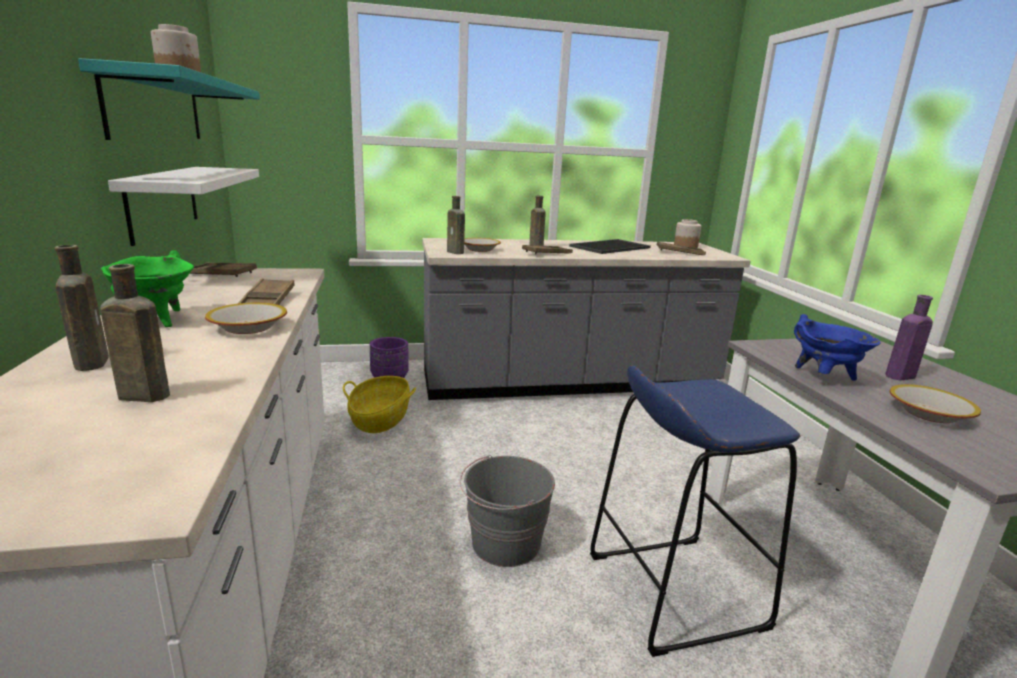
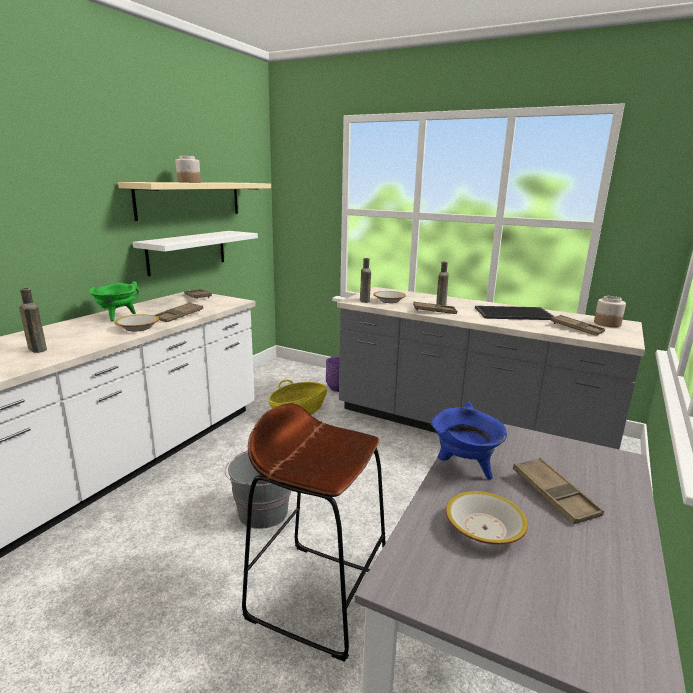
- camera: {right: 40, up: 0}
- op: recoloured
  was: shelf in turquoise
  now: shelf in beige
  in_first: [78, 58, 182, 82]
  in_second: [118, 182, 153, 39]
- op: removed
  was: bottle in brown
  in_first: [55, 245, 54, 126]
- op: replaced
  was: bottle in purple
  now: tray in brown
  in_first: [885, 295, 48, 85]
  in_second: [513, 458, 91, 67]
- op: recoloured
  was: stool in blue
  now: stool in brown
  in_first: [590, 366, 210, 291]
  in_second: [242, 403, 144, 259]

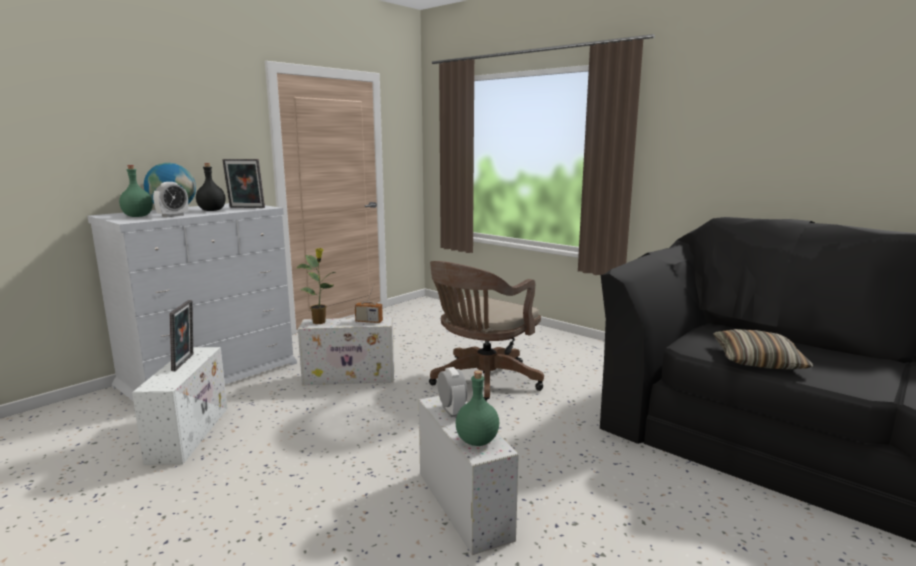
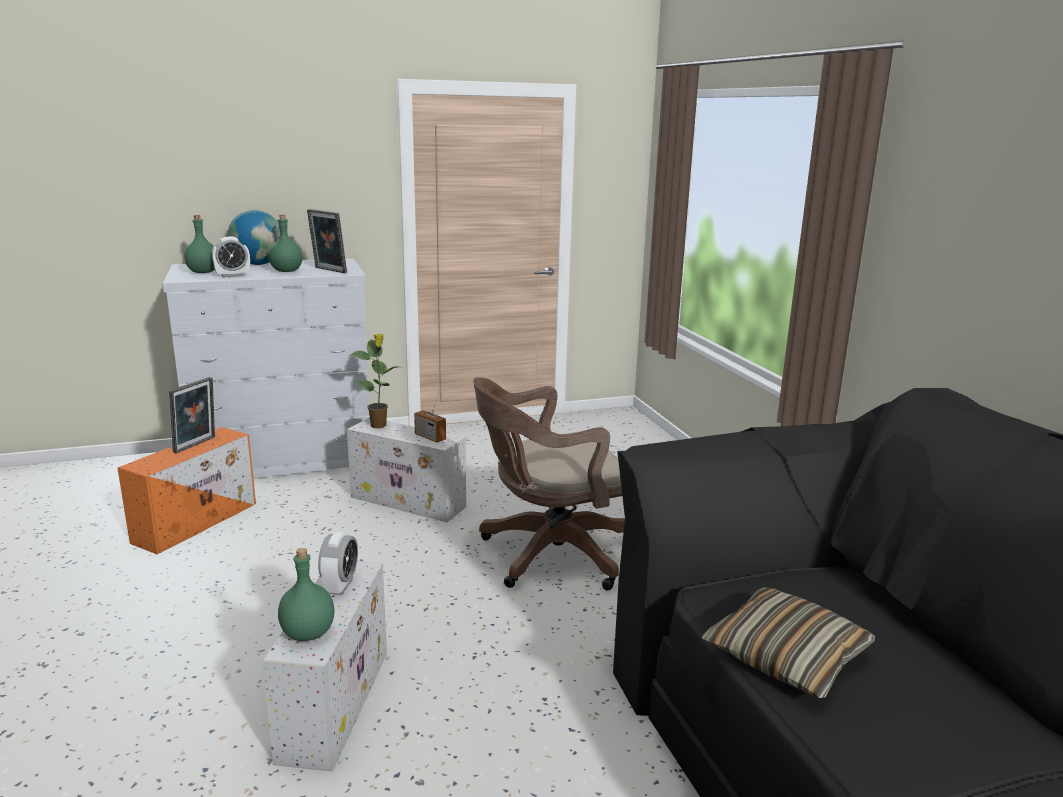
- camera: {right: 30, up: 5}
- op: recoloured
  was: bottle in black
  now: bottle in green
  in_first: [196, 163, 30, 48]
  in_second: [269, 215, 33, 57]
- op: recoloured
  was: storage box in white
  now: storage box in orange
  in_first: [132, 347, 96, 118]
  in_second: [118, 427, 138, 128]

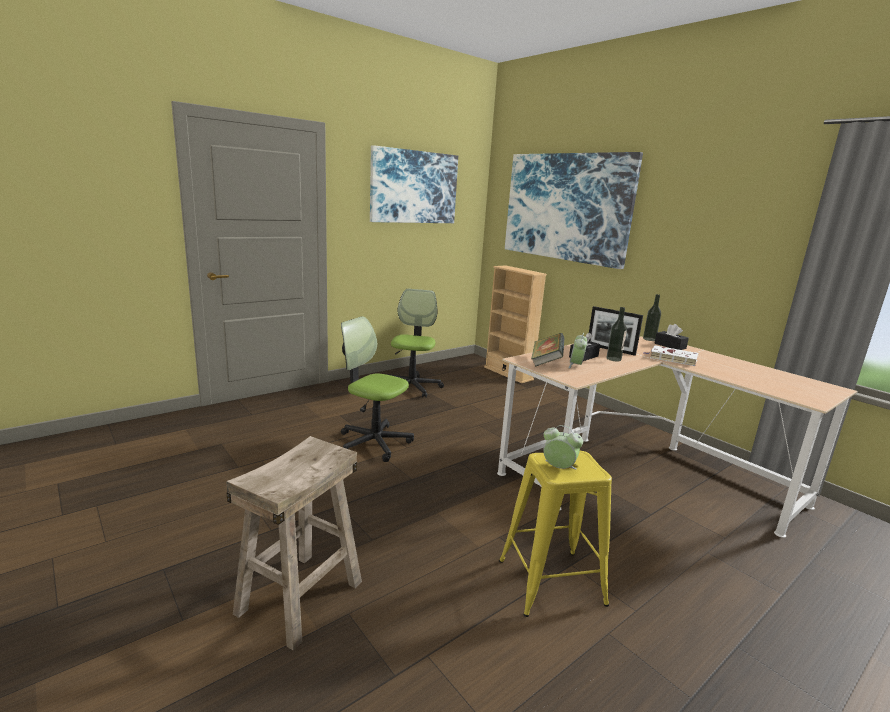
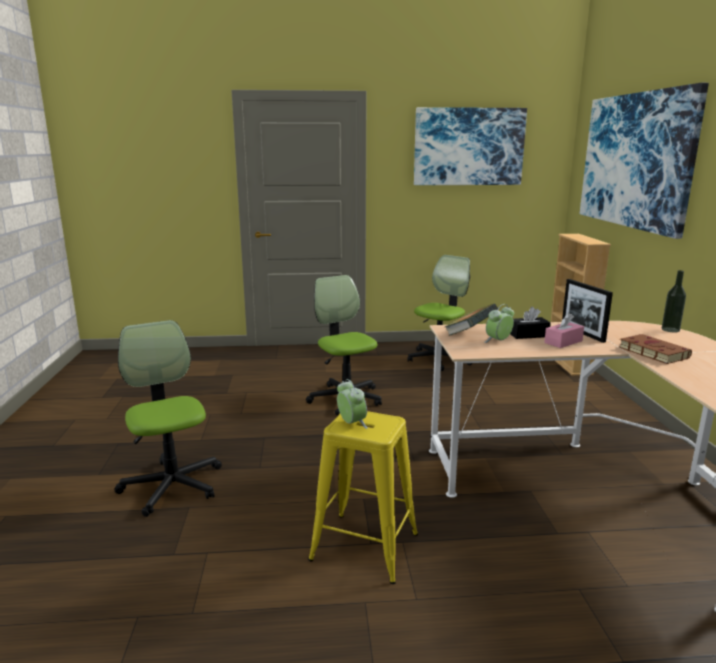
- camera: {right: 35, up: 0}
- op: replaced
  was: bottle
  now: tissue box in pink
  in_first: [607, 307, 20, 54]
  in_second: [544, 313, 40, 35]
- op: removed
  was: tissue box in black
  in_first: [655, 324, 34, 26]
- op: recoloured
  was: book in white
  now: book in brown
  in_first: [644, 345, 54, 21]
  in_second: [619, 334, 73, 30]
- op: replaced
  was: stool in beige
  now: office chair
  in_first: [226, 436, 136, 215]
  in_second: [115, 320, 107, 197]

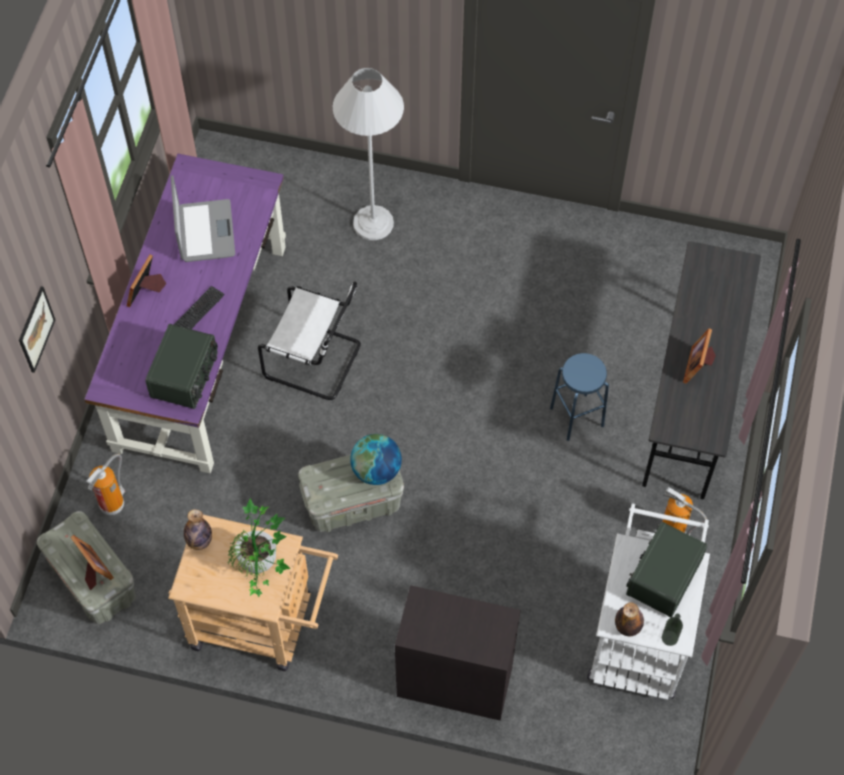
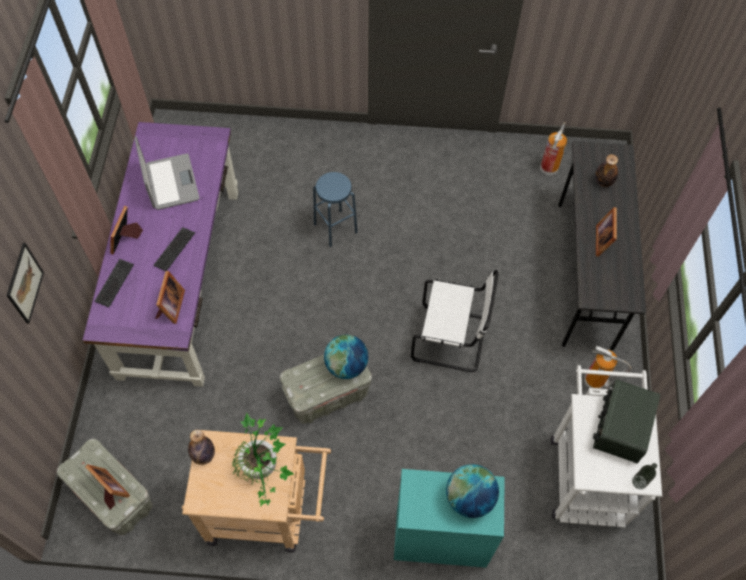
- camera: {right: -10, up: 0}
- op: removed
  was: floor lamp in white
  in_first: [333, 68, 71, 172]
- op: moved
  was: chair in white
  in_first: [258, 282, 103, 118]
  in_second: [411, 270, 88, 102]
- op: replaced
  was: radio
  now: picture frame
  in_first: [145, 324, 73, 85]
  in_second: [155, 271, 30, 53]
- op: moved
  was: stool in blue
  in_first: [550, 353, 59, 88]
  in_second: [313, 172, 45, 75]
- op: moved
  was: fire extinguisher
  in_first: [86, 453, 39, 62]
  in_second: [540, 122, 28, 54]
- op: recoloured
  was: cabinet in black
  now: cabinet in turquoise
  in_first: [395, 585, 126, 136]
  in_second: [394, 469, 111, 99]
- op: moved
  was: bottle
  in_first: [615, 602, 29, 34]
  in_second: [595, 154, 23, 33]
- op: added
  now: keyboard
  in_second: [94, 259, 40, 48]
- op: added
  now: globe
  in_second: [446, 464, 53, 54]

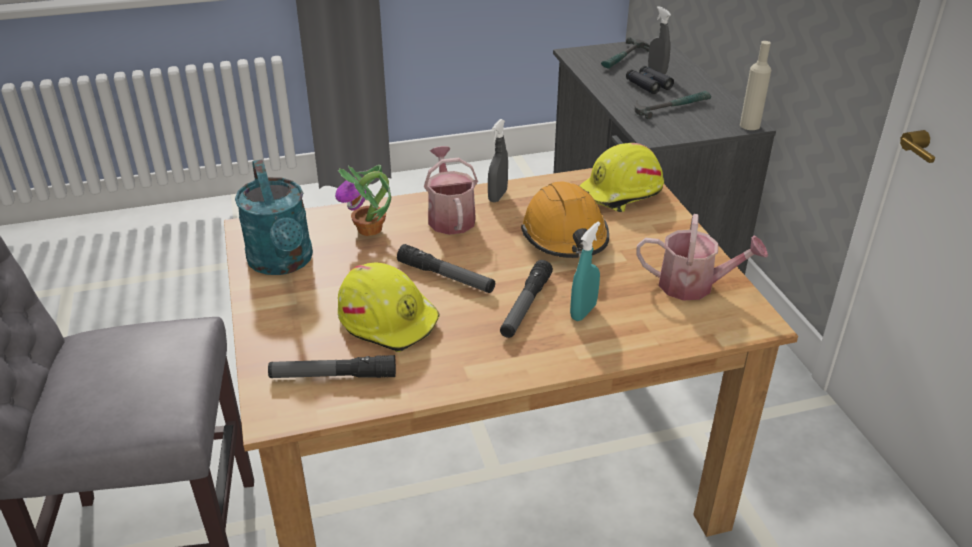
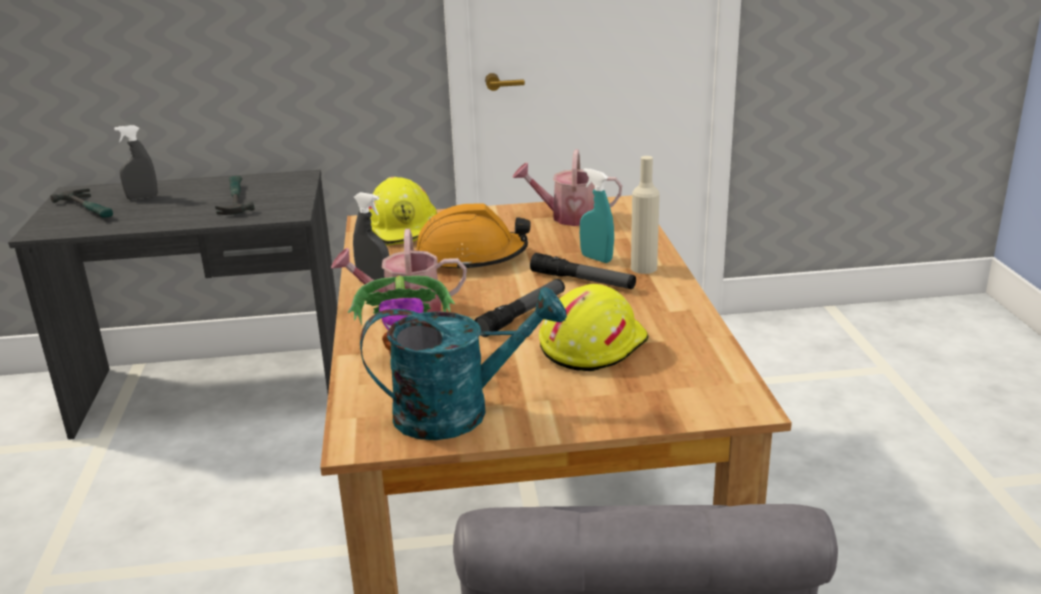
- camera: {right: -80, up: -10}
- op: moved
  was: bottle in beige
  in_first: [740, 41, 31, 89]
  in_second: [631, 156, 29, 118]
- op: removed
  was: binoculars in black
  in_first: [626, 66, 48, 28]
- op: turned
  was: watering can
  in_first: [636, 214, 132, 87]
  in_second: [512, 150, 110, 76]
  clockwise: -105
- op: removed
  was: flashlight
  in_first: [268, 355, 128, 23]

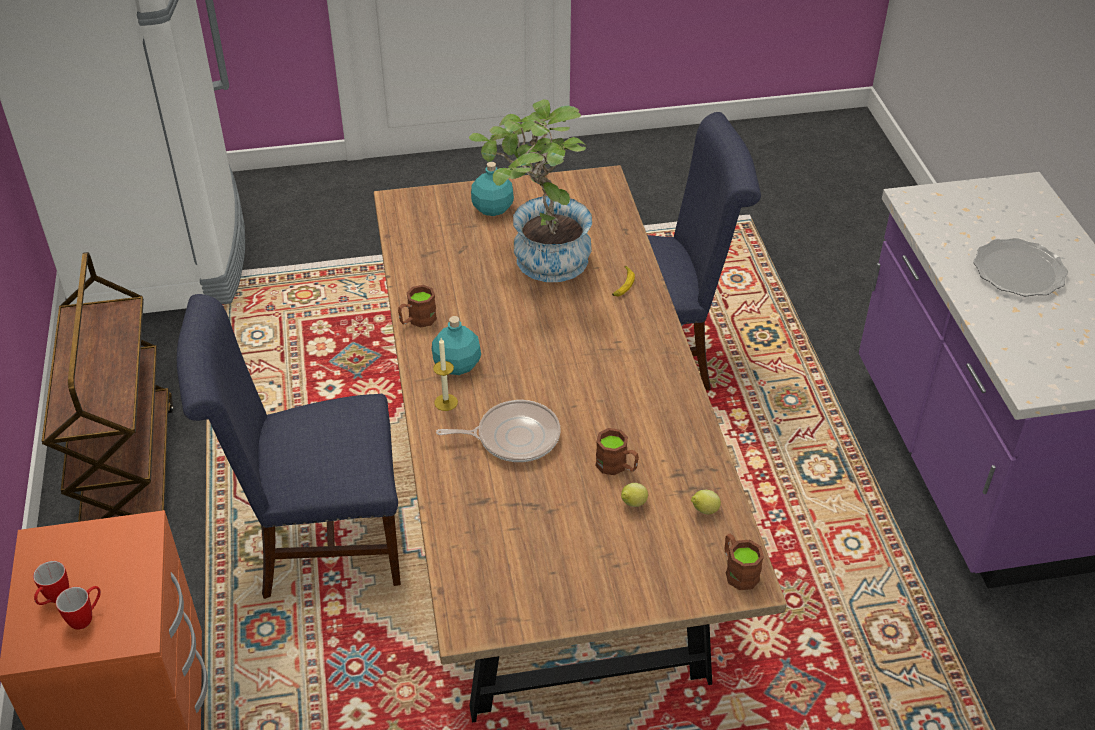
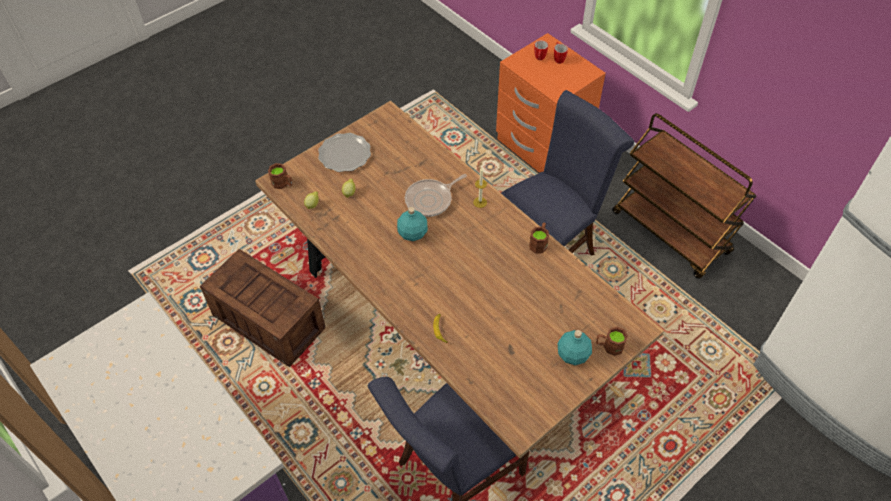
- camera: {right: 150, up: 10}
- op: removed
  was: potted plant
  in_first: [469, 99, 123, 183]
- op: moved
  was: plate
  in_first: [973, 238, 95, 59]
  in_second: [318, 133, 53, 39]
- op: moved
  was: bottle in turquoise
  in_first: [432, 316, 49, 59]
  in_second: [397, 207, 31, 34]
- op: moved
  was: mug in brown
  in_first: [595, 428, 44, 47]
  in_second: [596, 327, 32, 29]
- op: added
  now: crate
  in_second: [200, 249, 126, 118]

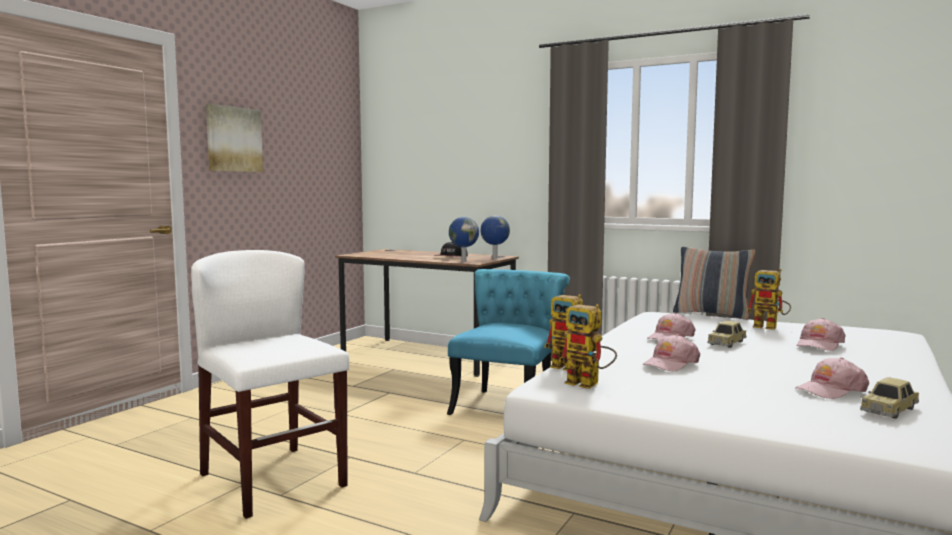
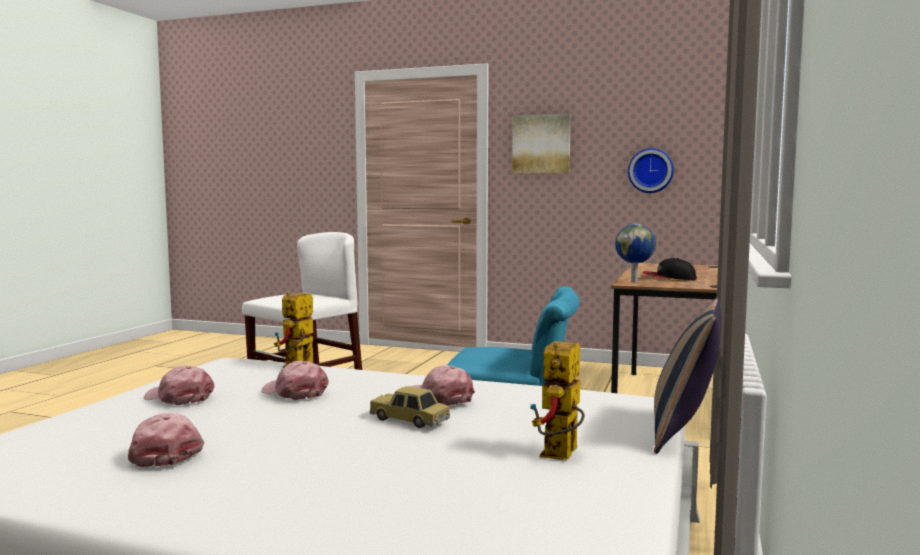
- camera: {right: 80, up: 0}
- op: removed
  was: globe
  in_first: [480, 216, 30, 43]
- op: removed
  was: toy robot
  in_first: [559, 304, 58, 85]
- op: moved
  was: cap in pink
  in_first: [797, 318, 48, 33]
  in_second: [144, 365, 71, 40]
- op: removed
  was: toy car
  in_first: [860, 377, 59, 42]
- op: added
  now: wall clock
  in_second: [628, 148, 46, 45]

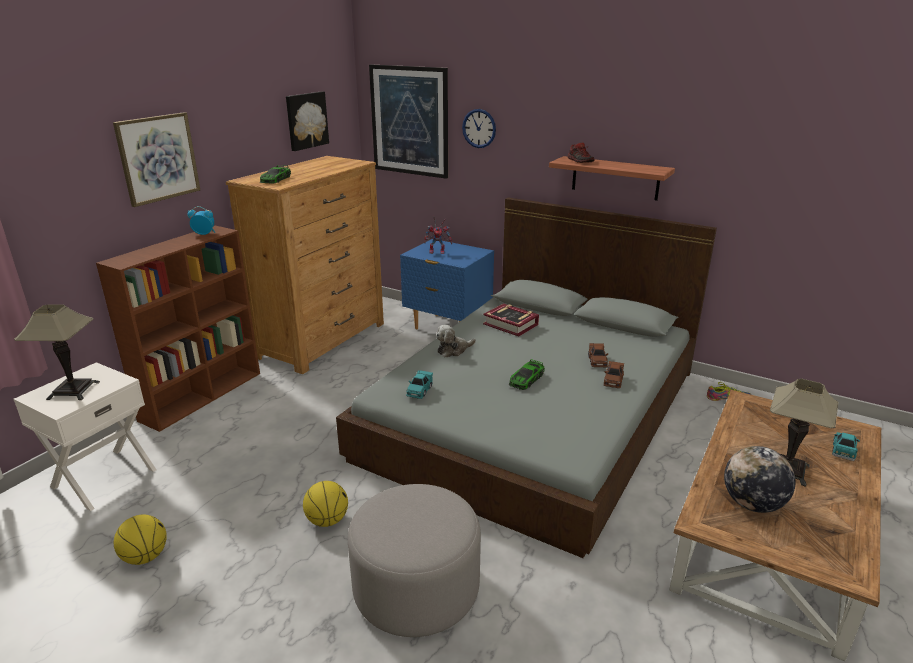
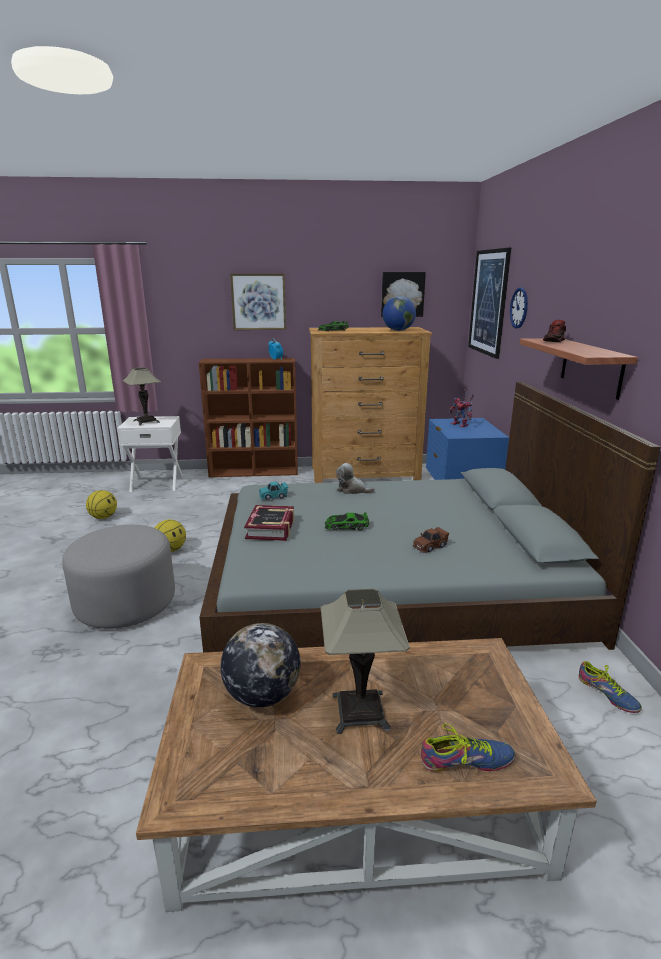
- camera: {right: 55, up: -5}
- op: moved
  was: book
  in_first: [483, 303, 56, 34]
  in_second: [244, 505, 50, 36]
- op: removed
  was: toy car in brown
  in_first: [603, 361, 21, 27]
- op: replaced
  was: toy car in turquoise
  now: shoe
  in_first: [832, 432, 28, 29]
  in_second: [421, 724, 94, 48]
- op: added
  now: globe
  in_second: [383, 296, 33, 35]

